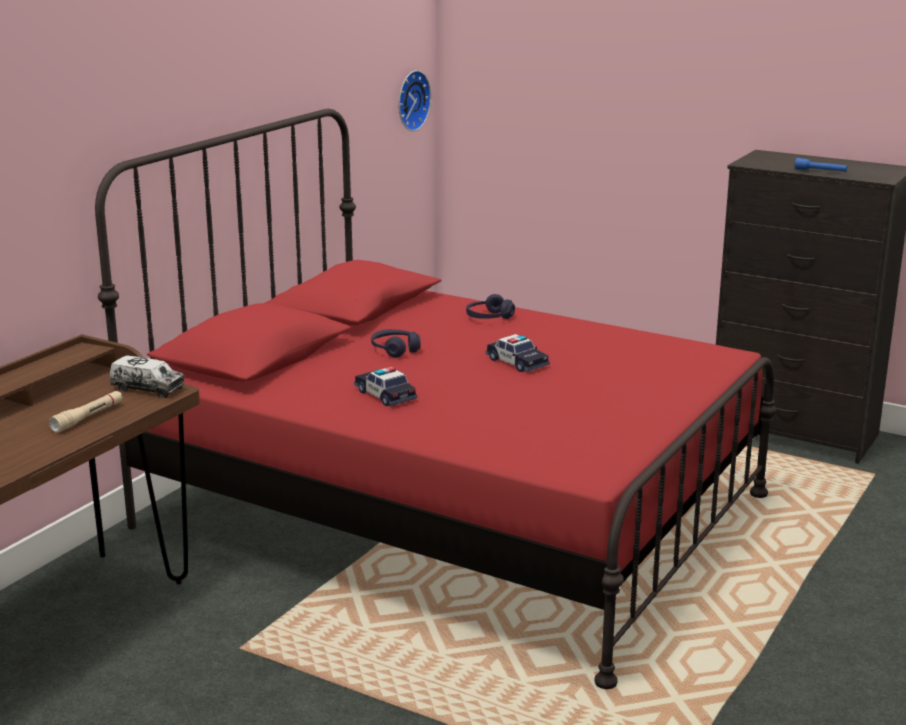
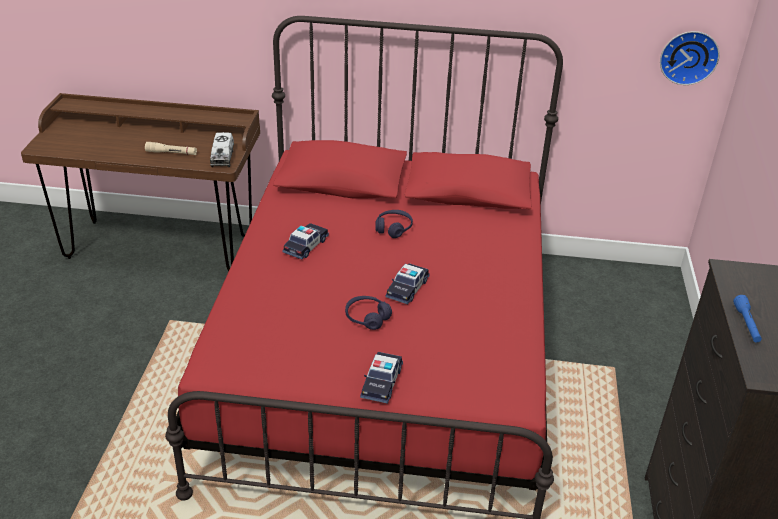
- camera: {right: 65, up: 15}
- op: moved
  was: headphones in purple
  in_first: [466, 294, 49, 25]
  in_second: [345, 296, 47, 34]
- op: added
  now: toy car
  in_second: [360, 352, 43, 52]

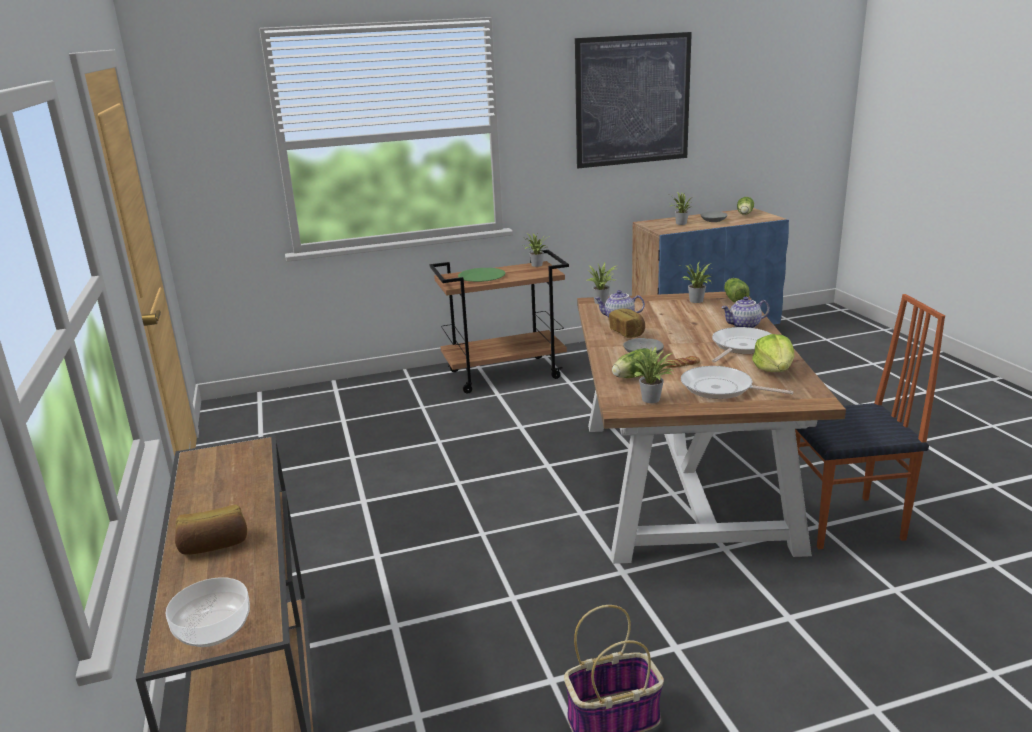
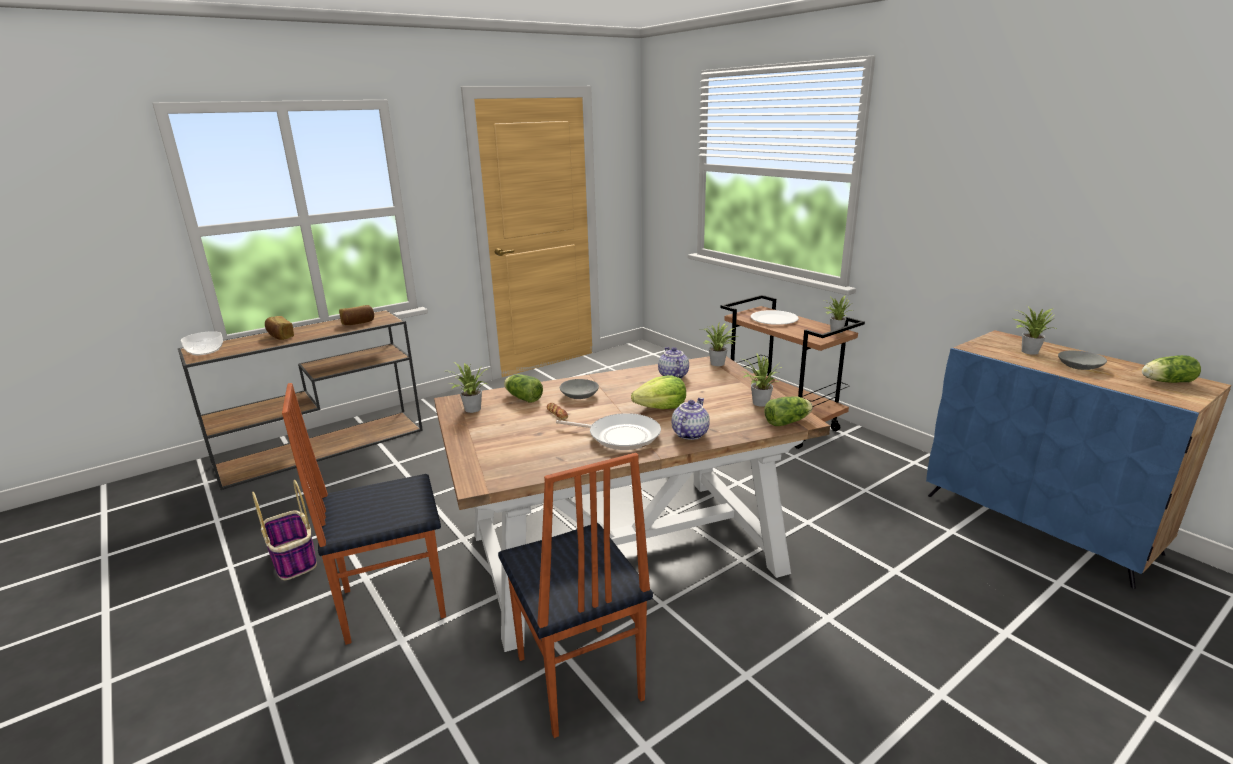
- camera: {right: 70, up: 0}
- op: removed
  was: picture
  in_first: [575, 32, 117, 136]
- op: recoloured
  was: plate in green
  now: plate in white
  in_first: [458, 268, 47, 14]
  in_second: [751, 310, 48, 15]
- op: turned
  was: teapot
  in_first: [721, 297, 49, 31]
  in_second: [672, 398, 38, 42]
  clockwise: 60
- op: moved
  was: bread
  in_first: [609, 308, 36, 30]
  in_second: [339, 305, 35, 20]
- op: moved
  was: lettuce
  in_first: [752, 334, 43, 38]
  in_second: [631, 375, 55, 34]
- op: removed
  was: frying pan
  in_first: [681, 366, 112, 33]
- op: added
  now: chair
  in_second: [282, 383, 164, 262]

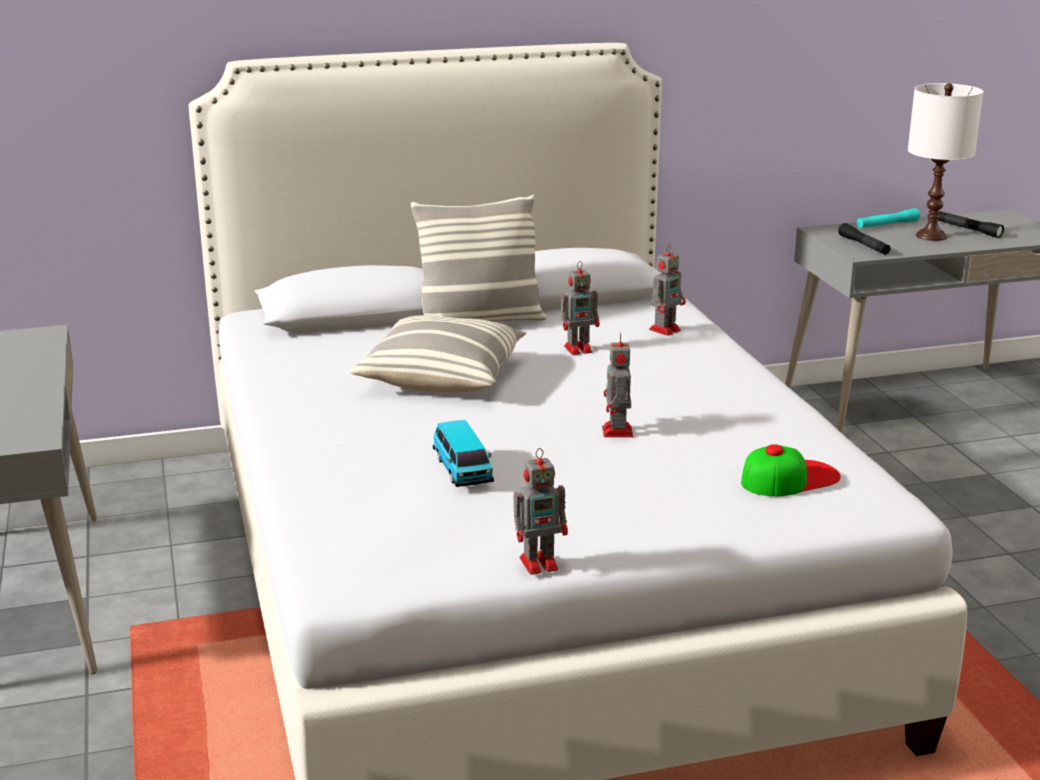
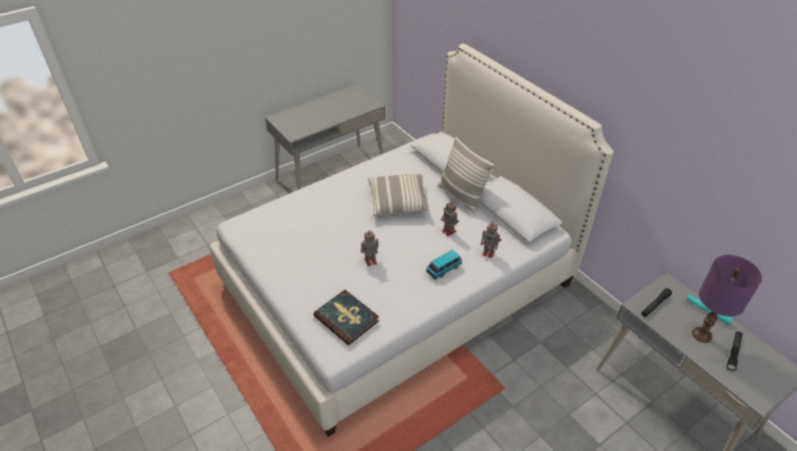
- camera: {right: 70, up: 20}
- op: recoloured
  was: table lamp in white
  now: table lamp in purple
  in_first: [908, 83, 76, 158]
  in_second: [692, 255, 70, 88]
- op: moved
  was: toy car
  in_first: [433, 420, 61, 67]
  in_second: [426, 250, 36, 30]
- op: replaced
  was: cap
  now: book
  in_first: [741, 444, 100, 52]
  in_second: [314, 290, 65, 55]
- op: removed
  was: toy robot
  in_first: [513, 448, 55, 127]

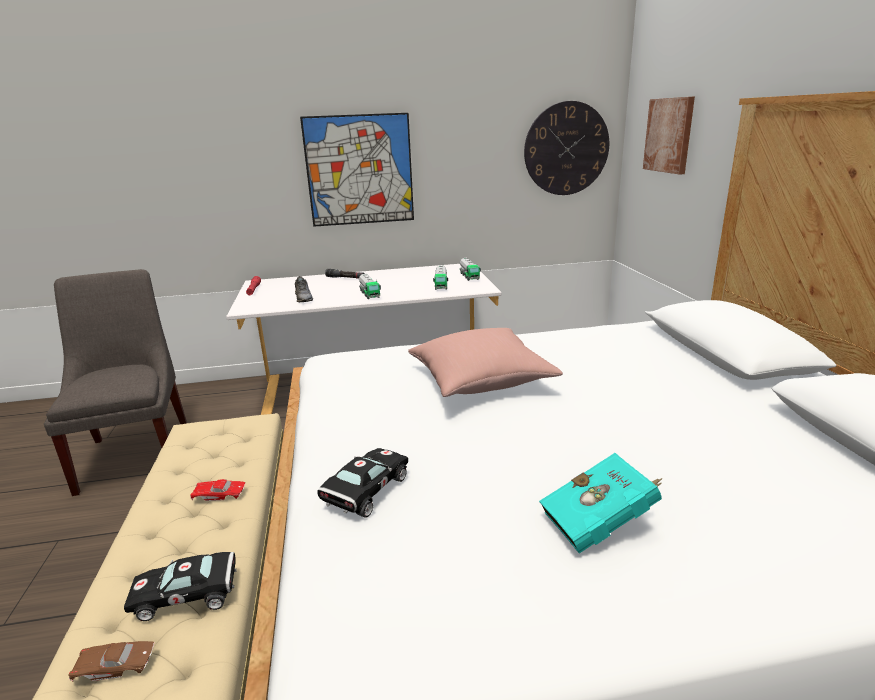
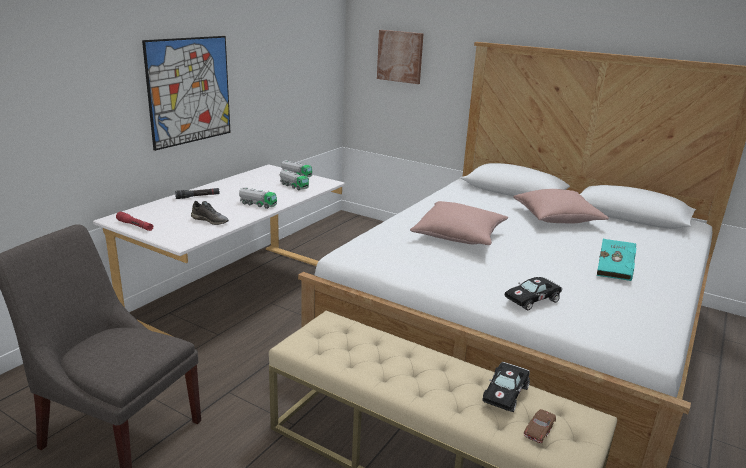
- camera: {right: -50, up: 0}
- op: removed
  was: wall clock
  in_first: [524, 101, 85, 94]
- op: turned
  was: toy car in black
  in_first: [317, 448, 91, 70]
  in_second: [505, 277, 57, 33]
  clockwise: -105
- op: removed
  was: toy car in red
  in_first: [190, 479, 55, 22]
- op: added
  now: pillow in pink
  in_second: [513, 189, 96, 35]

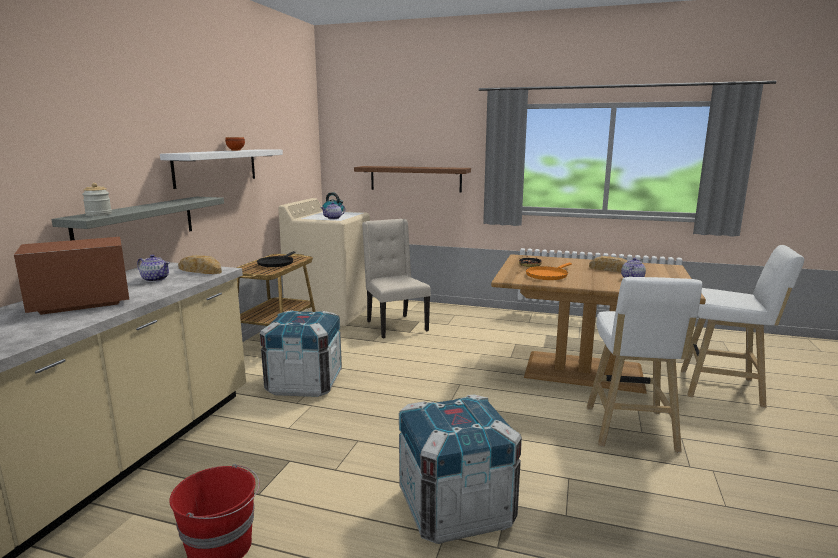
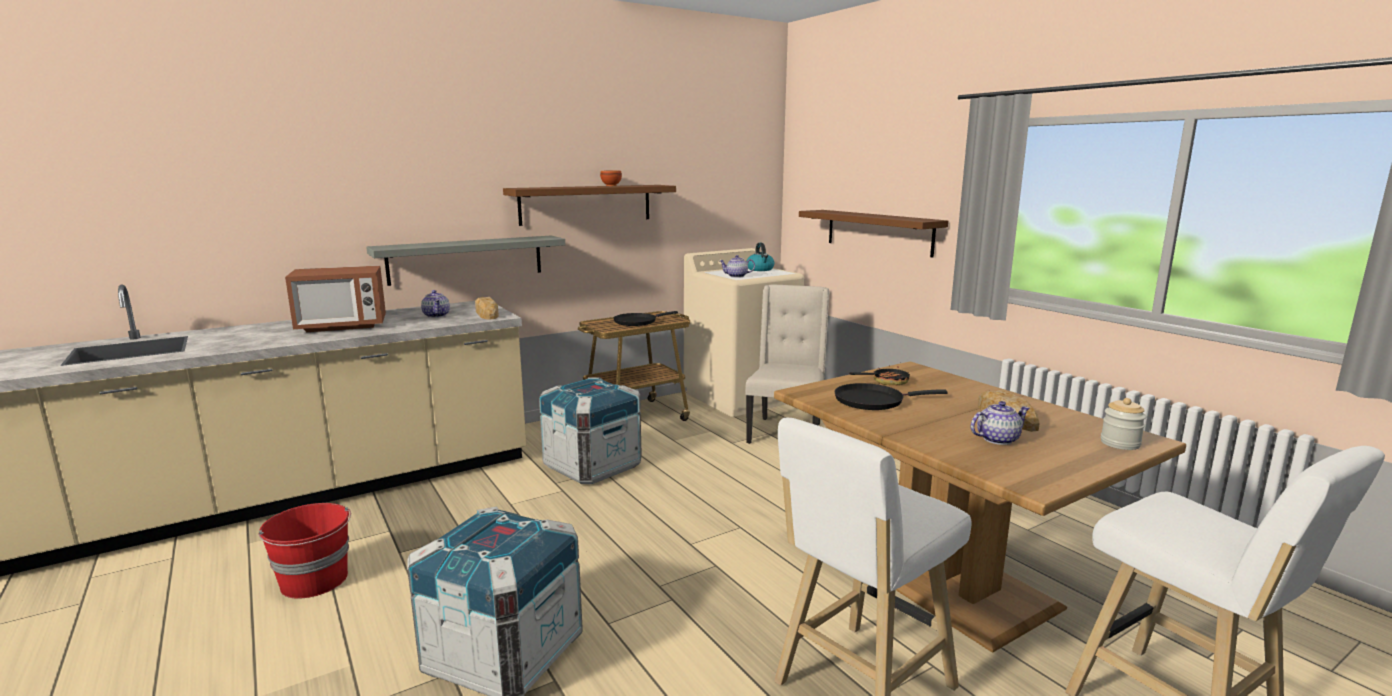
- camera: {right: 40, up: 0}
- op: recoloured
  was: shelf in white
  now: shelf in brown
  in_first: [160, 149, 123, 40]
  in_second: [503, 185, 173, 41]
- op: moved
  was: jar
  in_first: [82, 183, 30, 33]
  in_second: [1101, 398, 45, 52]
- op: turned
  was: microwave
  in_first: [14, 237, 115, 78]
  in_second: [285, 265, 101, 67]
  clockwise: 150
- op: recoloured
  was: frying pan in orange
  now: frying pan in black
  in_first: [526, 263, 46, 17]
  in_second: [834, 383, 114, 27]

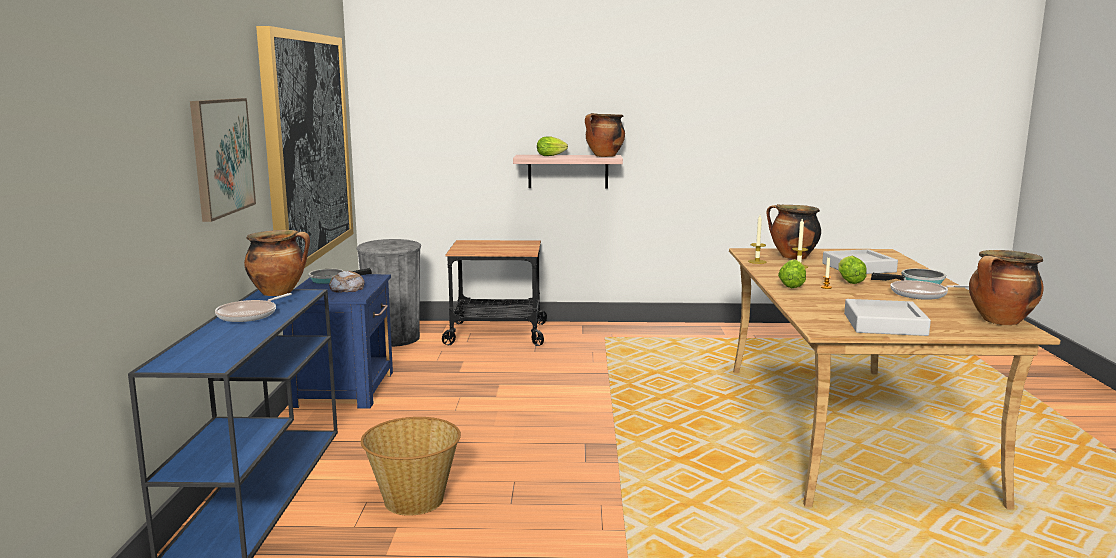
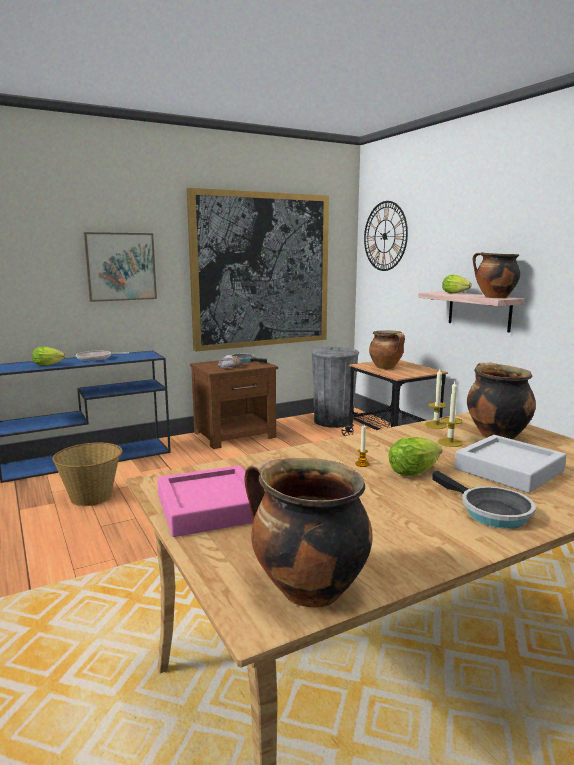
- camera: {right: 60, up: 0}
- op: moved
  was: cooking pot
  in_first: [244, 230, 66, 66]
  in_second: [369, 330, 36, 39]
- op: moved
  was: lettuce
  in_first: [778, 259, 28, 29]
  in_second: [32, 347, 34, 19]
- op: recoloured
  was: nightstand in blue
  now: nightstand in brown
  in_first: [283, 274, 110, 135]
  in_second: [190, 357, 88, 92]
- op: removed
  was: frying pan
  in_first: [890, 280, 79, 20]
- op: recoloured
  was: tray in grey
  now: tray in pink
  in_first: [844, 299, 87, 37]
  in_second: [157, 465, 96, 72]
- op: added
  now: wall clock
  in_second: [364, 201, 44, 70]

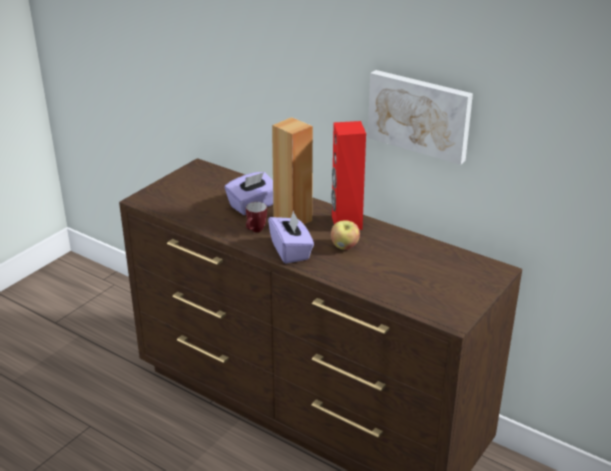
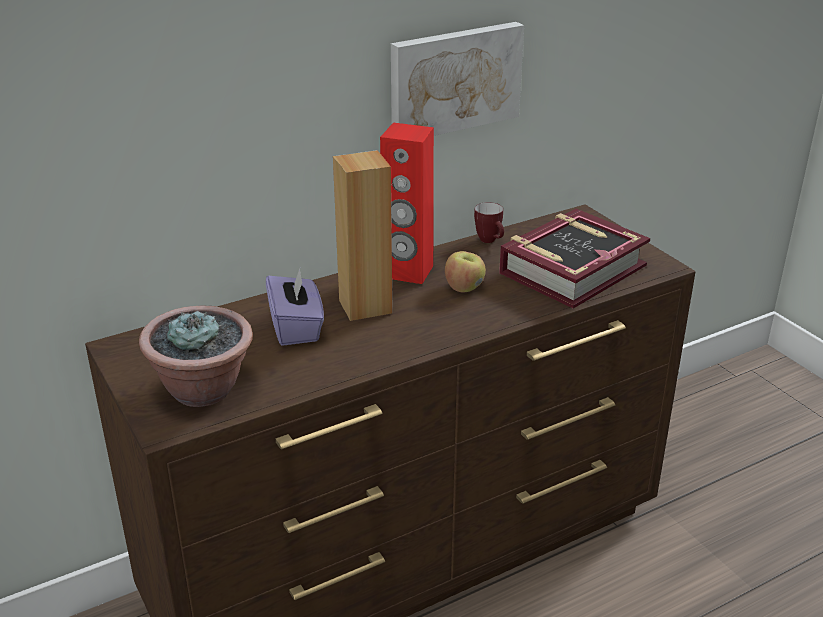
- camera: {right: -65, up: 0}
- op: moved
  was: mug
  in_first: [246, 202, 21, 30]
  in_second: [474, 202, 30, 41]
- op: removed
  was: tissue box in purple
  in_first: [268, 210, 46, 54]
- op: added
  now: book
  in_second: [499, 209, 151, 100]
- op: added
  now: potted plant
  in_second: [139, 305, 114, 102]

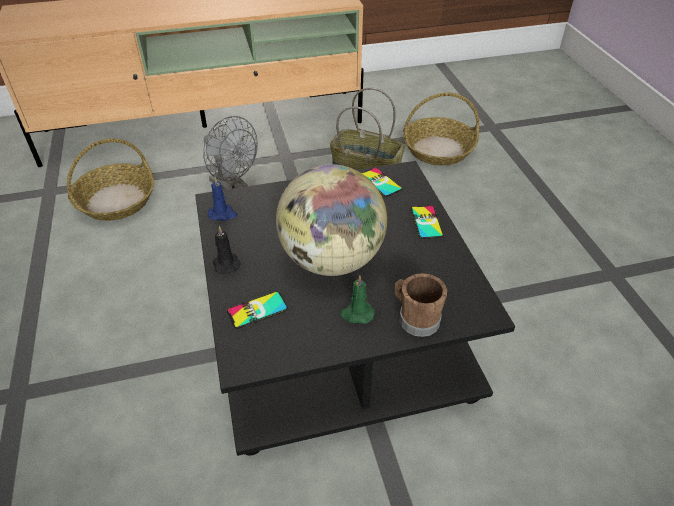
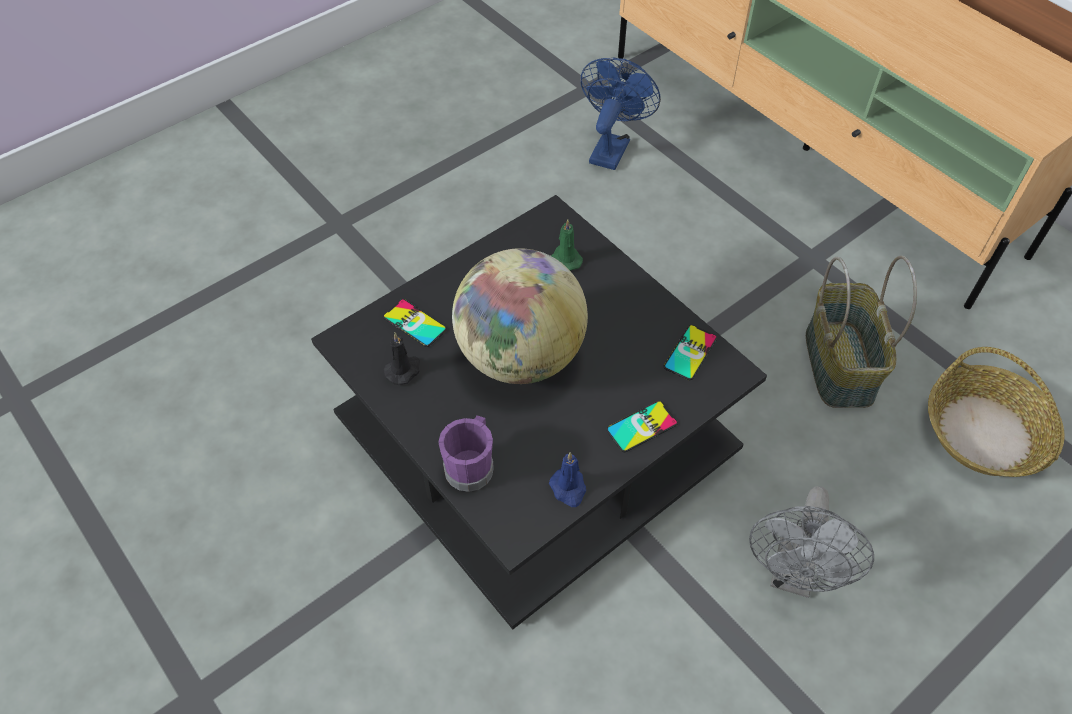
- camera: {right: 65, up: 10}
- op: moved
  was: fan in grey
  in_first: [203, 116, 55, 74]
  in_second: [749, 486, 125, 112]
- op: replaced
  was: basket
  now: fan in blue
  in_first: [67, 138, 87, 83]
  in_second: [580, 58, 81, 112]
- op: moved
  was: candle in blue
  in_first: [208, 176, 29, 45]
  in_second: [549, 452, 37, 55]
- op: moved
  was: candle in black
  in_first: [213, 226, 28, 48]
  in_second: [384, 332, 36, 53]
- op: recoloured
  was: mug in brown
  now: mug in purple
  in_first: [395, 273, 52, 64]
  in_second: [439, 415, 55, 77]
- op: moved
  was: candle in green
  in_first: [340, 275, 35, 49]
  in_second: [551, 219, 32, 52]

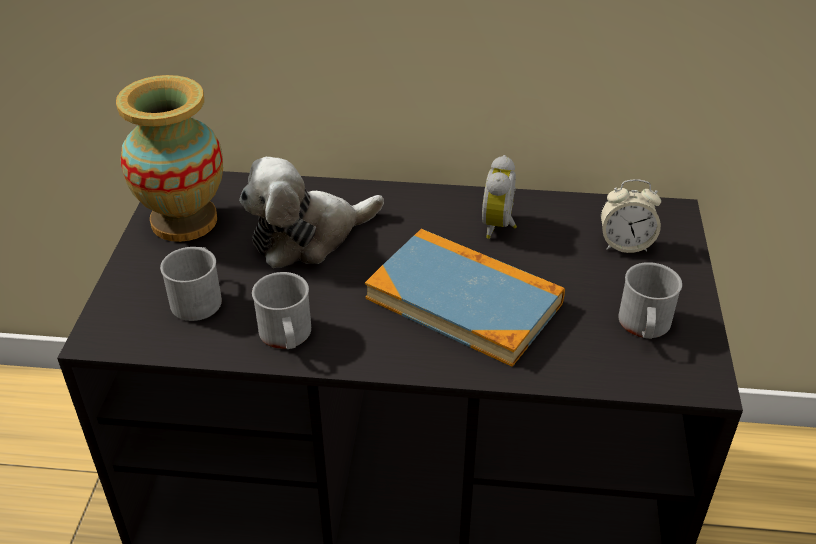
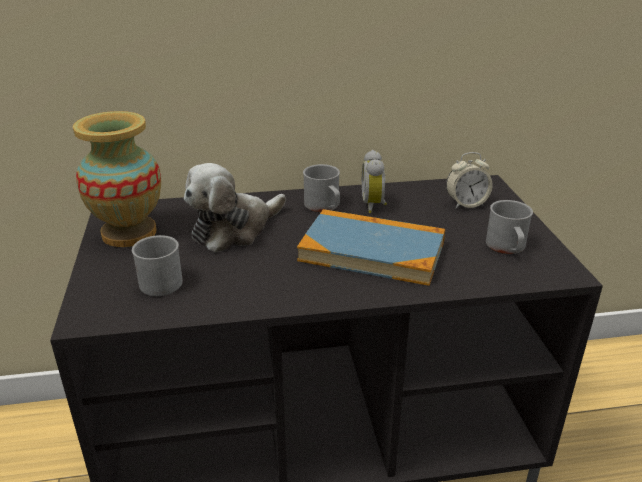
- camera: {right: -15, up: -10}
- op: moved
  was: mug in grey
  in_first: [252, 272, 59, 77]
  in_second: [303, 164, 37, 48]

